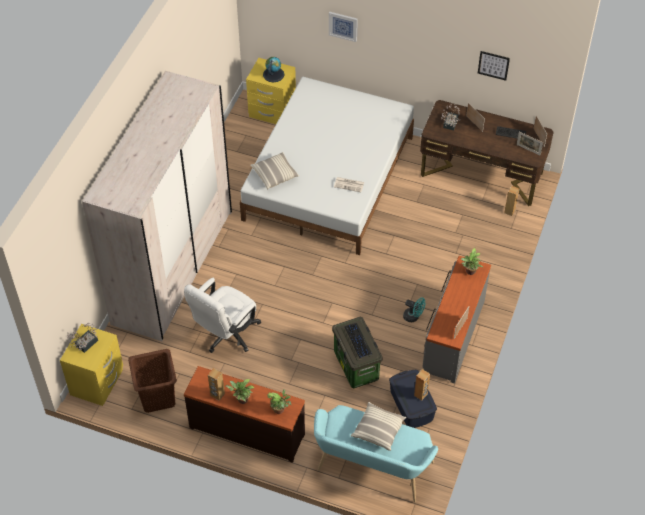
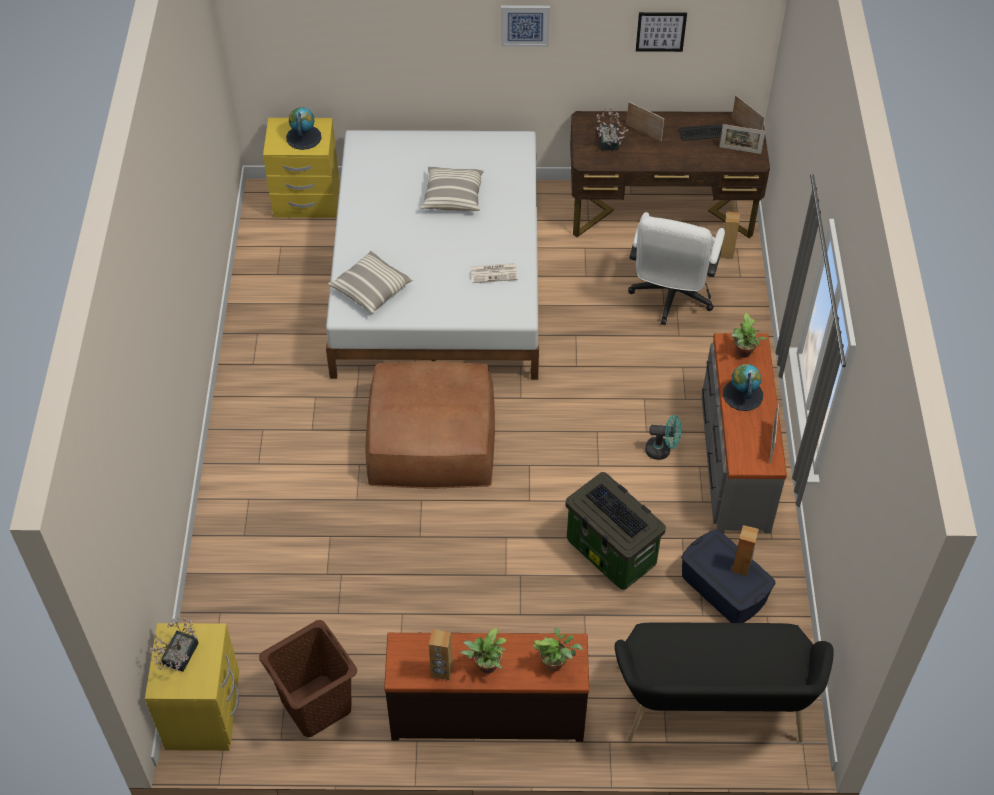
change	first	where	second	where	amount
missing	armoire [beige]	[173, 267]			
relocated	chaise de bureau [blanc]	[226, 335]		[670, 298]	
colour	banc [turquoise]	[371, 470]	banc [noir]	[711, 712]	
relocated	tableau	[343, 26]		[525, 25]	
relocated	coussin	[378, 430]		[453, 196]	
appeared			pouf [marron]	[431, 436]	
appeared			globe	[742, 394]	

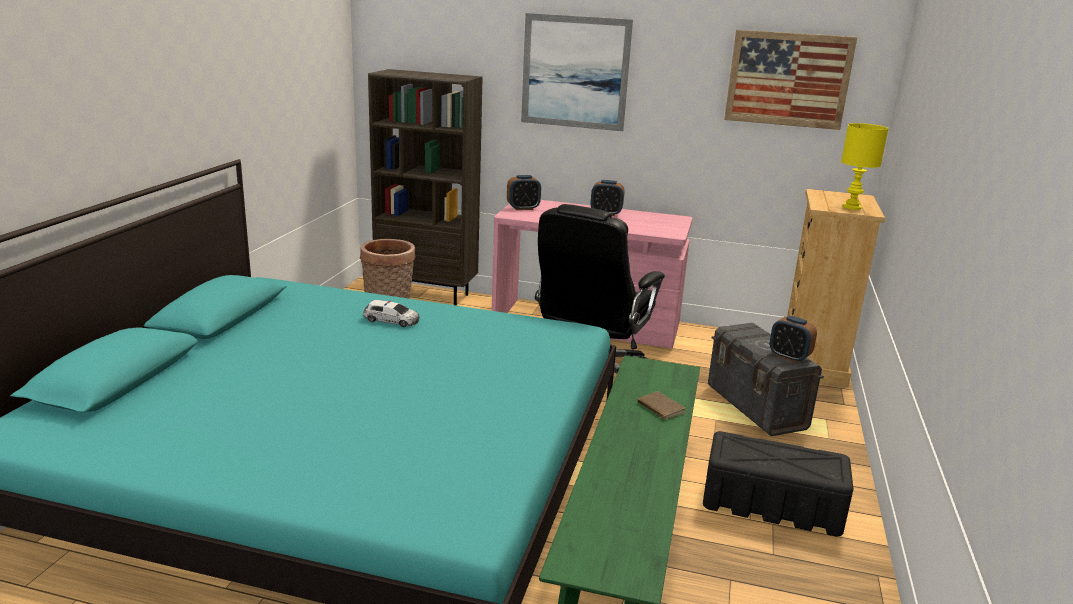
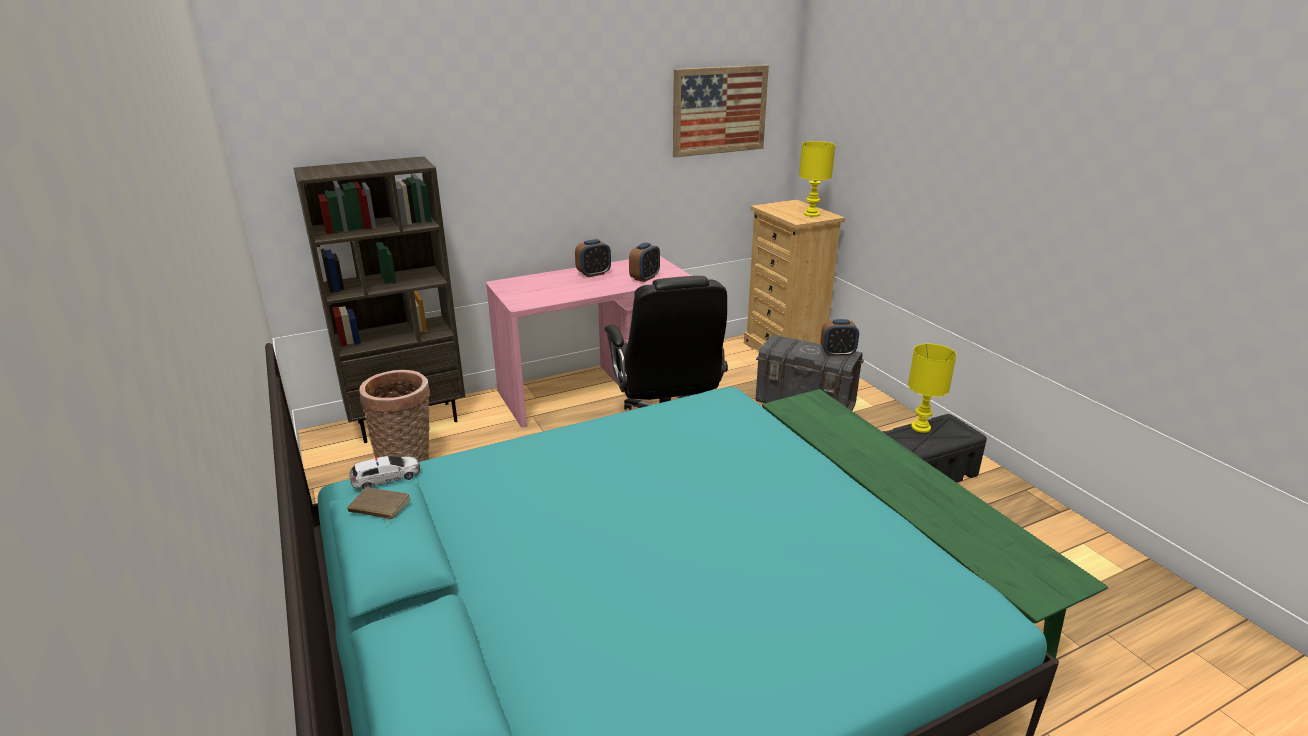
change	first	where	second	where	amount
relocated	petite voiture	[392, 320]		[386, 477]	
relocated	réveil	[523, 208]		[645, 278]	
missing	tableau	[575, 72]			
relocated	livre [marron]	[659, 408]		[378, 507]	
appeared			lampe de table [jaune]	[921, 428]	

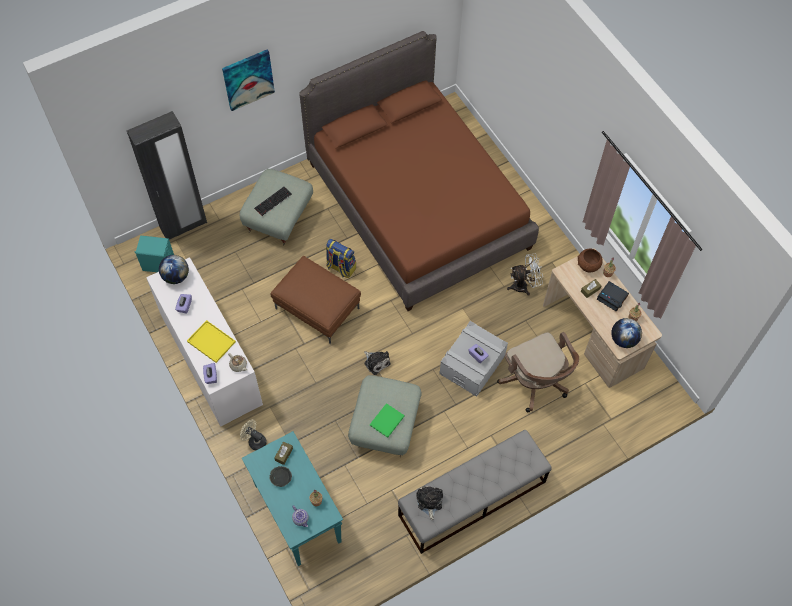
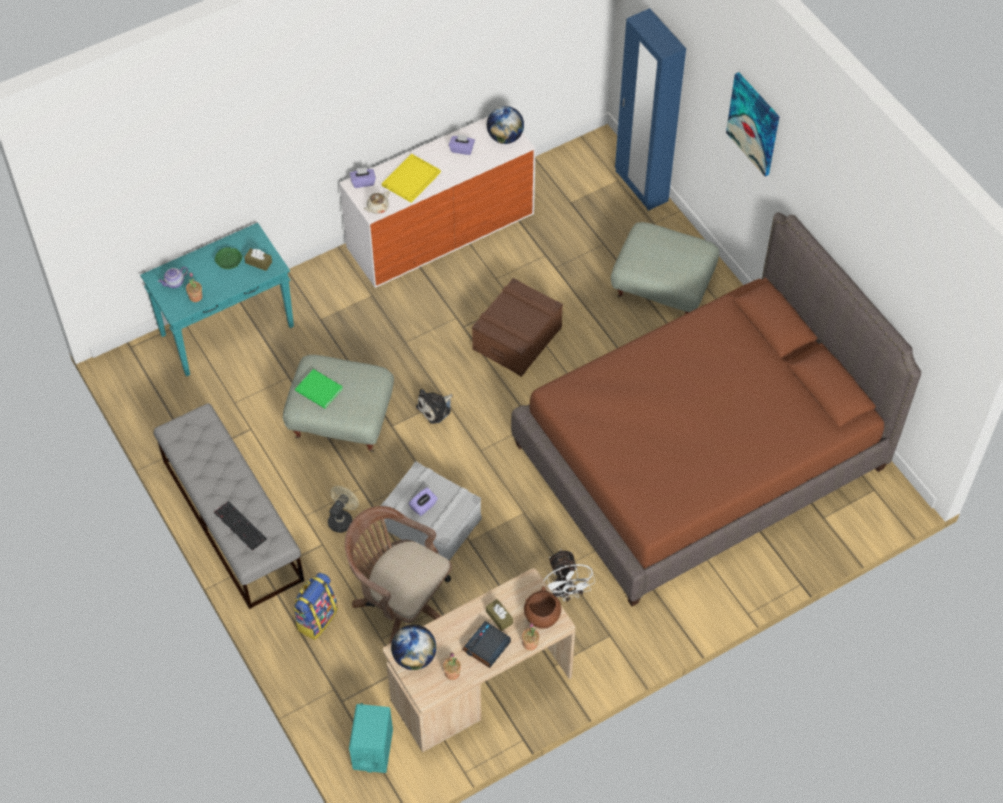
change	first	where	second	where	amount
colour	armoire [noir]	[183, 226]	armoire [bleu]	[641, 186]	
relocated	enceinte [turquoise]	[158, 264]		[373, 749]	
relocated	ventilateur [beige]	[254, 441]		[342, 519]	
relocated	clavier	[273, 202]		[239, 526]	
exchanged	pouf [marron]	[316, 309]	boîte de rangement [marron]	[517, 338]	
colour	bol [gris]	[281, 477]	bol [vert]	[229, 261]	
relocated	sac à dos	[340, 267]		[316, 618]	
missing	peluche	[429, 501]			
spun	chaise de bureau [marron]	[535, 383]		[401, 603]	60 degrees clockwise

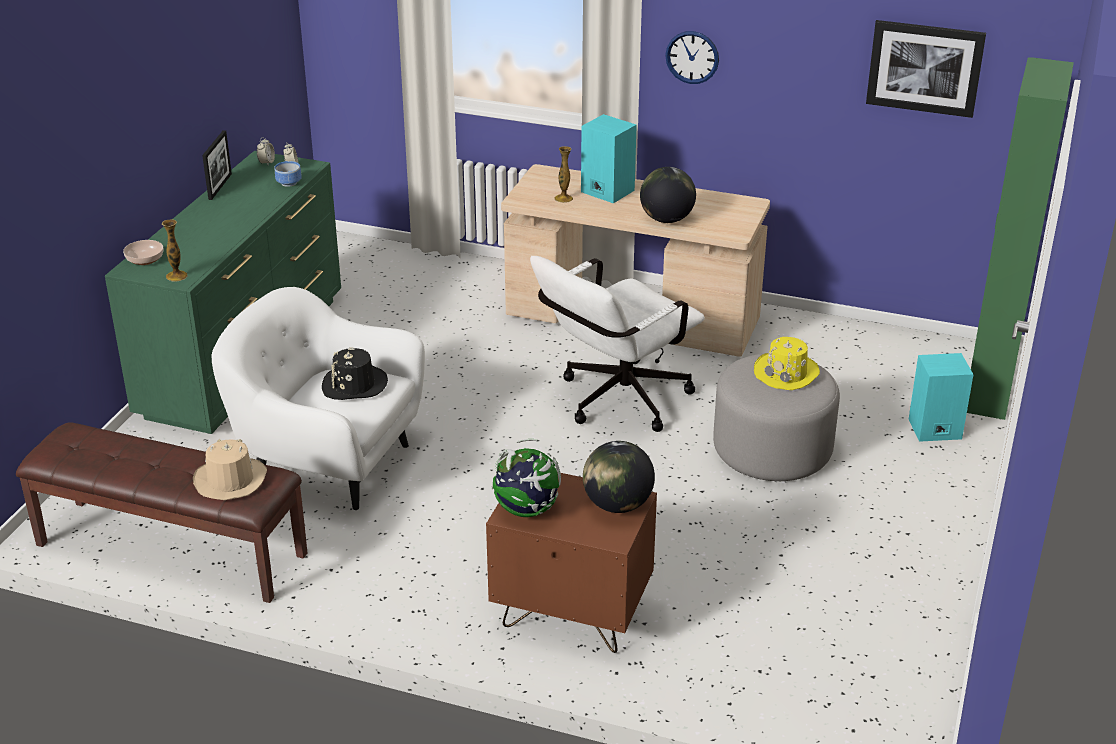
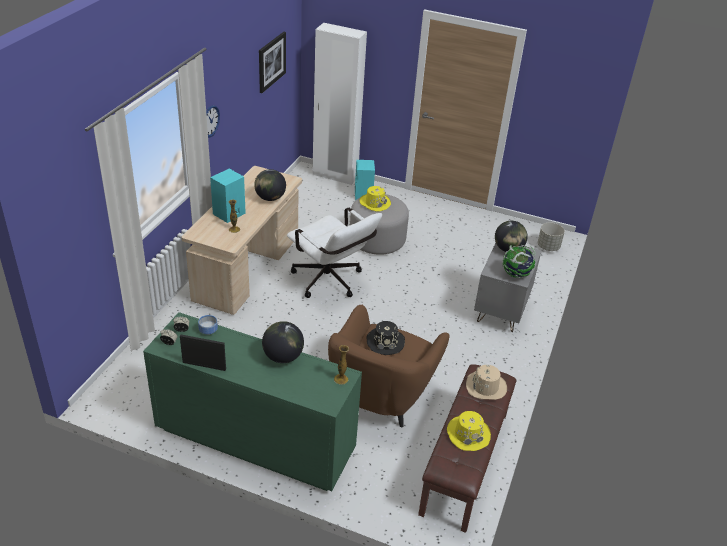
change	first	where	second	where	amount
missing	bol	[145, 260]			
colour	fauteuil [blanc]	[328, 463]	fauteuil [marron]	[381, 395]	
colour	table de chevet [marron]	[571, 615]	table de chevet [gris]	[501, 311]	
colour	armoire [vert]	[988, 390]	armoire [blanc]	[335, 176]	
appeared			globe	[283, 357]	
appeared			chapeau [jaune]	[468, 434]	
appeared			cache-pot [gris]	[548, 247]	

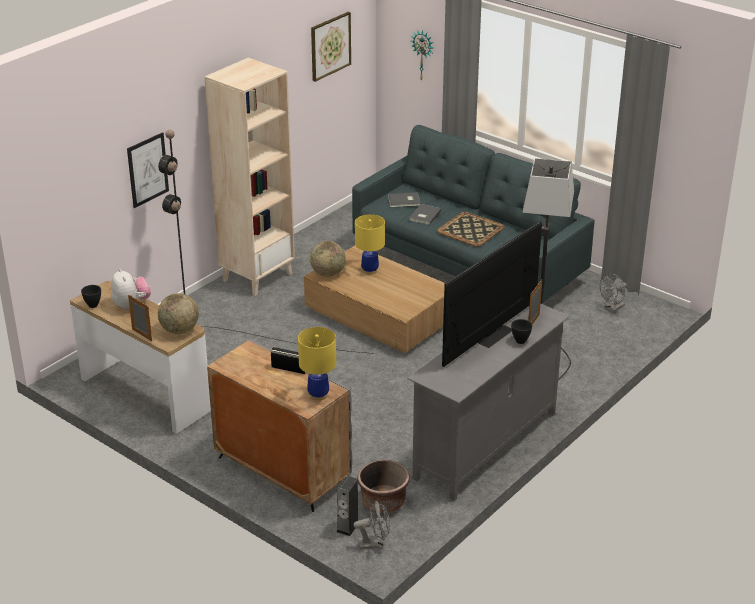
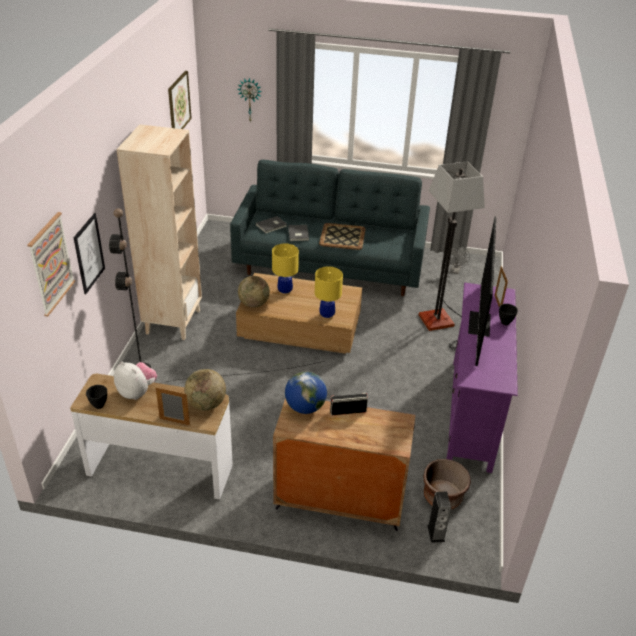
change	first	where	second	where	amount
relocated	lampe de table [jaune]	[318, 395]		[326, 316]	
missing	ventilateur [gris]	[374, 544]			
colour	meuble télé [gris]	[486, 446]	meuble télé [violet]	[471, 414]	
appeared			tableau	[51, 264]	
appeared			globe	[305, 407]	

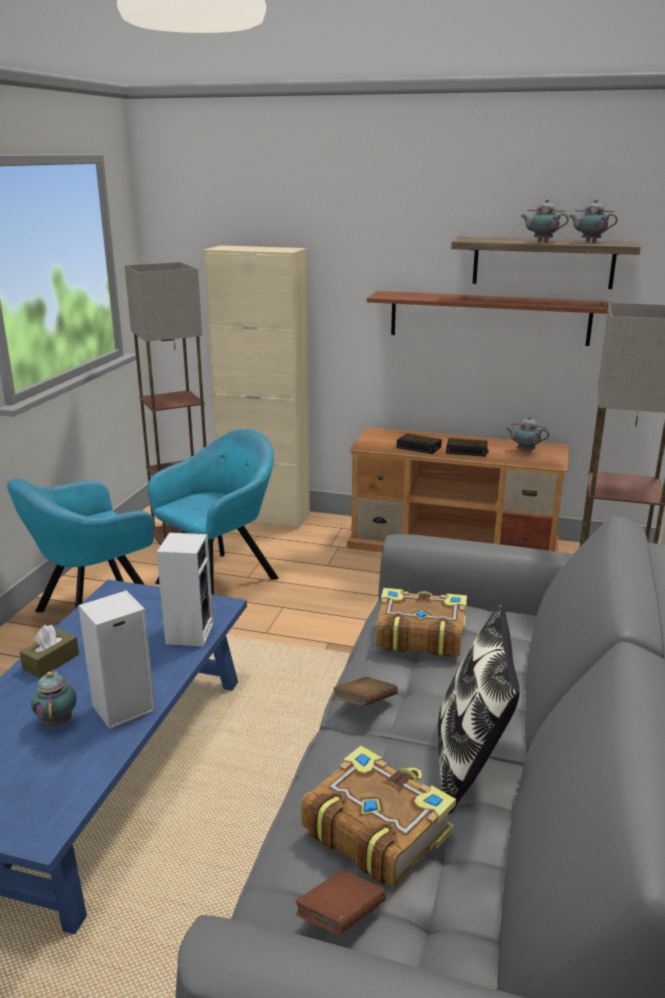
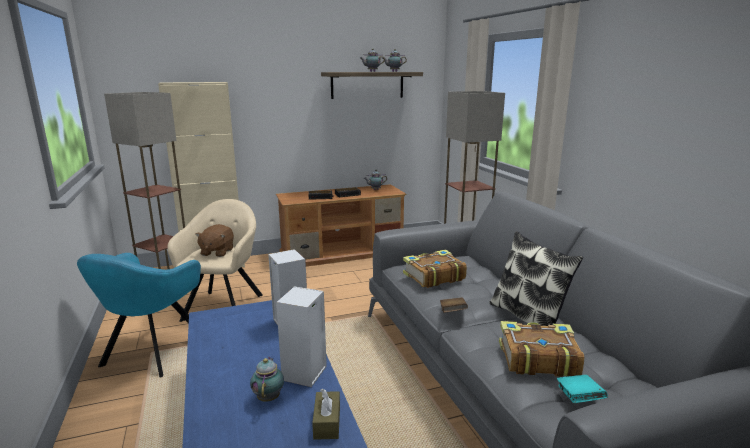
change	first	where	second	where	amount
relocated	boîte à mouchoirs [marron]	[51, 662]		[327, 422]	
spun	théière	[58, 721]		[269, 397]	45 degrees clockwise
colour	fauteuil [turquoise]	[221, 578]	fauteuil [beige]	[225, 305]	
colour	livre [marron]	[340, 917]	livre [turquoise]	[578, 398]	
missing	étagère [marron]	[489, 318]			
appeared			peluche [marron]	[217, 252]	

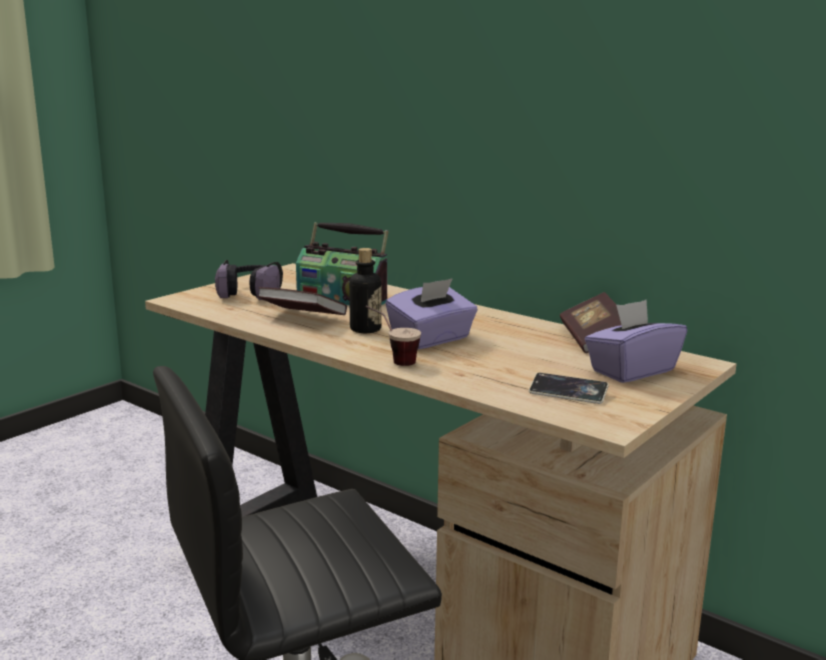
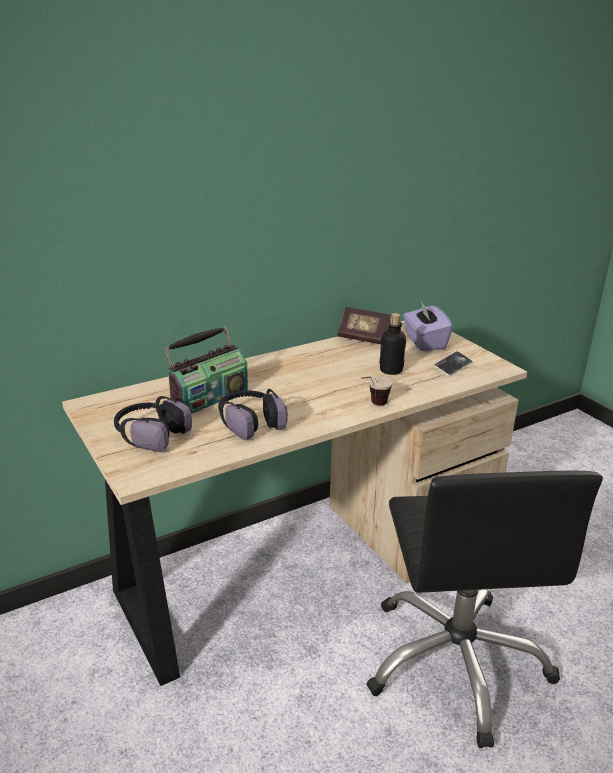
change	first	where	second	where	amount
exchanged	livre	[302, 318]	casque audio	[250, 422]	
relocated	bouteille	[365, 329]		[391, 370]	
missing	boîte à mouchoirs [violet]	[432, 339]			

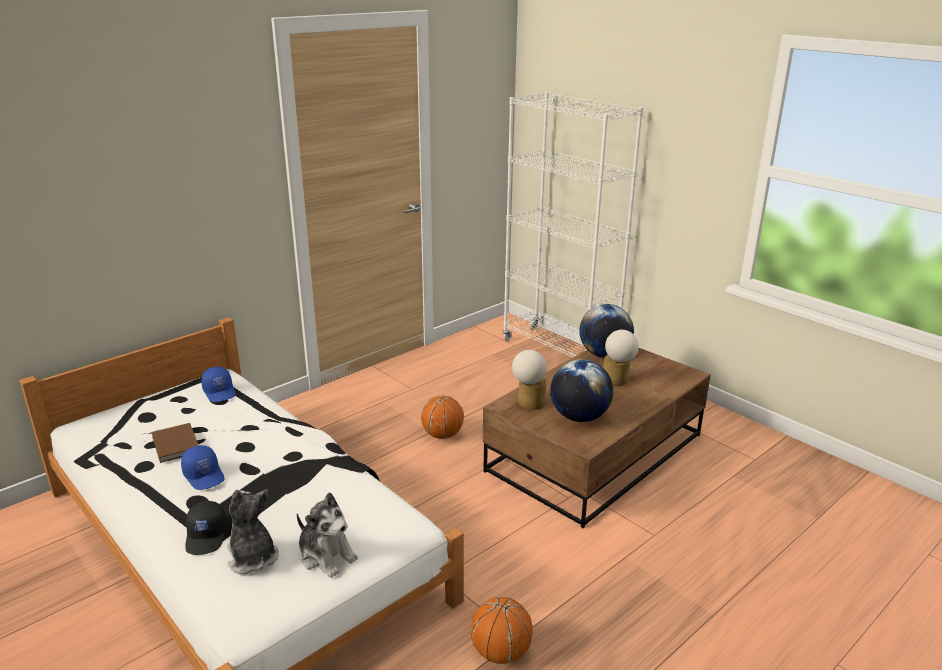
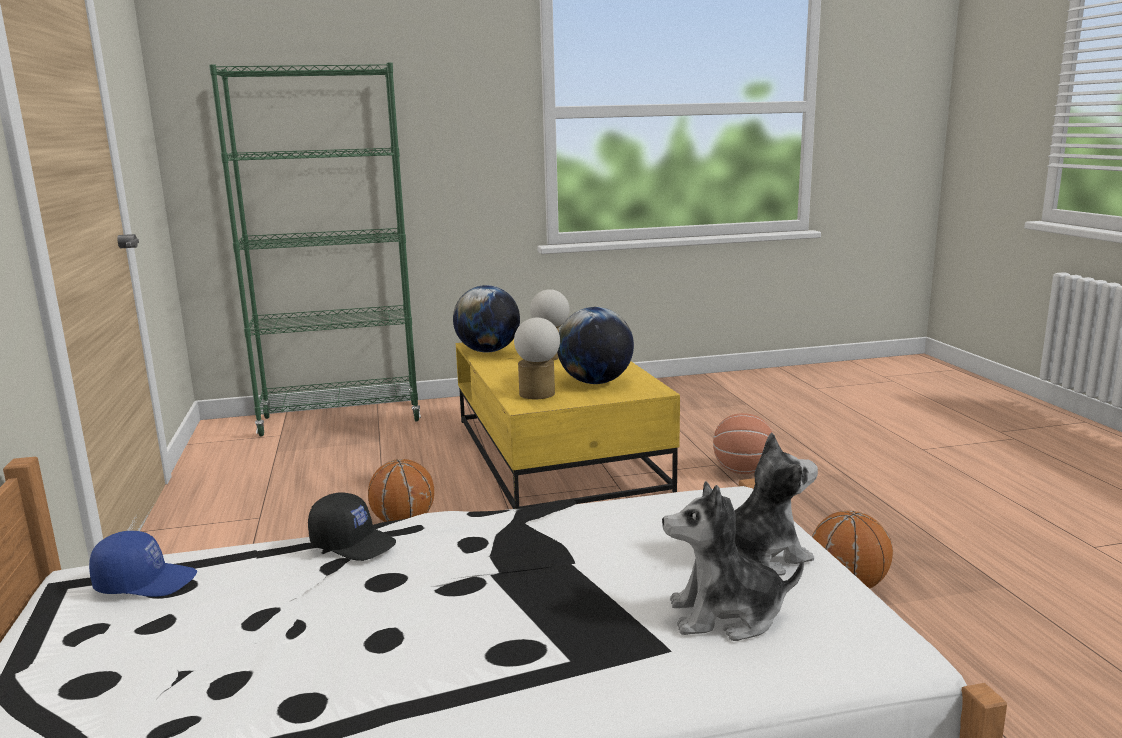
change	first	where	second	where	amount
missing	livre [marron]	[175, 445]			
missing	casquette [bleu]	[204, 475]			
relocated	casquette [noir]	[207, 536]		[354, 543]	
colour	table basse [marron]	[595, 452]	table basse [jaune]	[555, 452]	
colour	bibliothèque [blanc]	[559, 352]	bibliothèque [vert]	[341, 419]	
appeared			ballon de basket	[742, 471]	

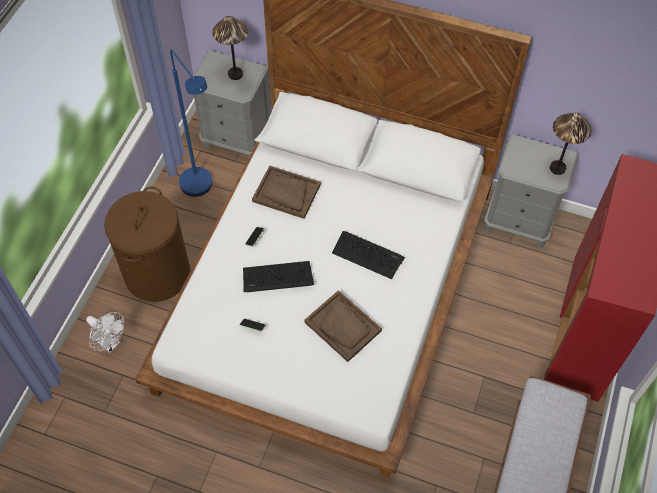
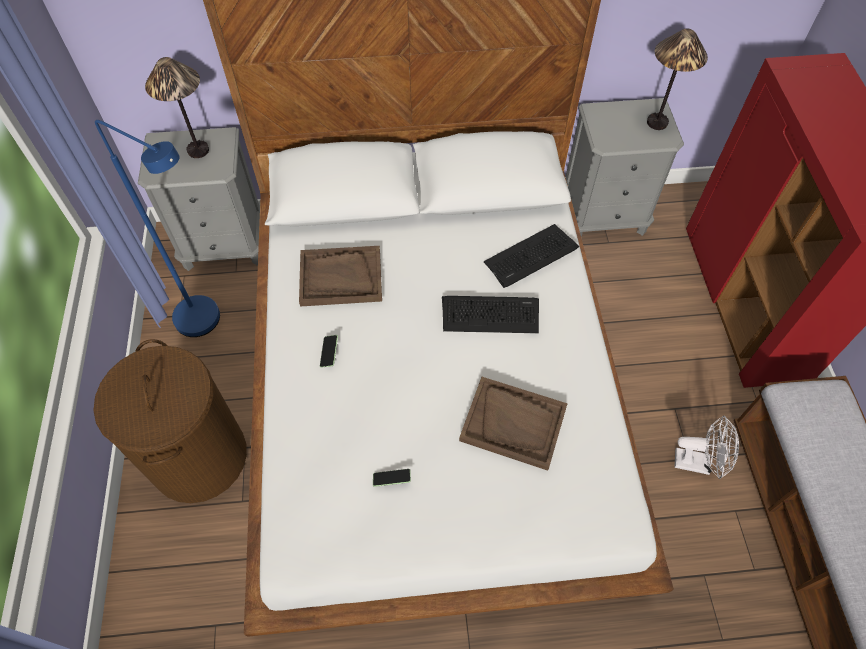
change	first	where	second	where	amount
relocated	ventilateur [blanc]	[110, 343]		[698, 463]	
relocated	clavier	[277, 277]		[531, 256]	

